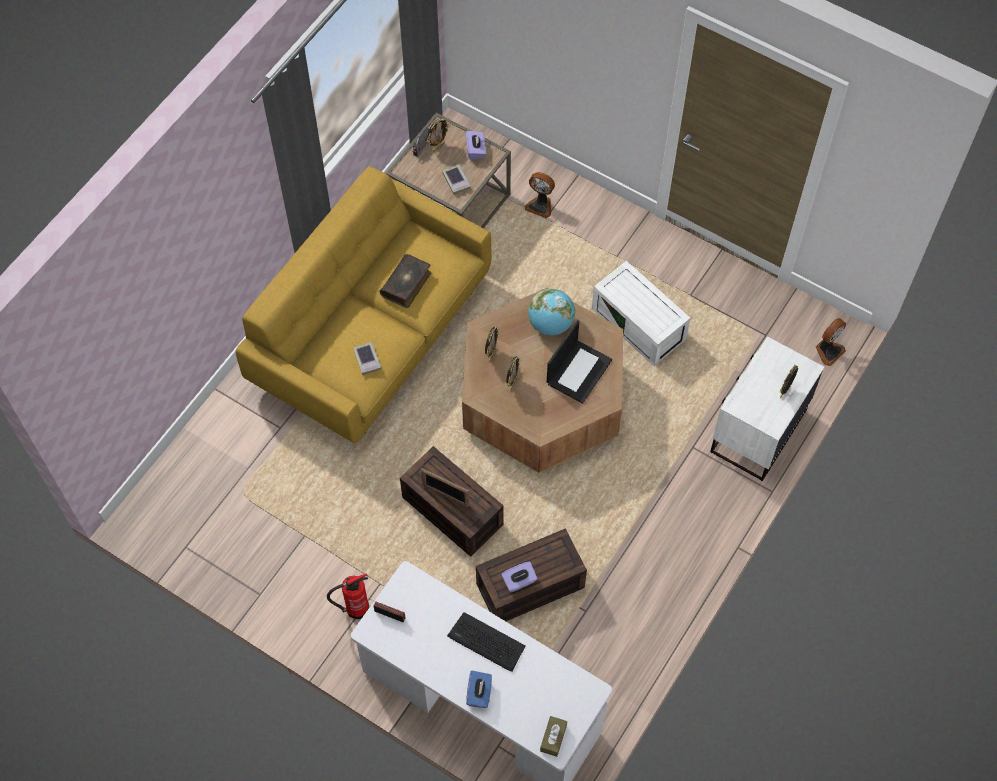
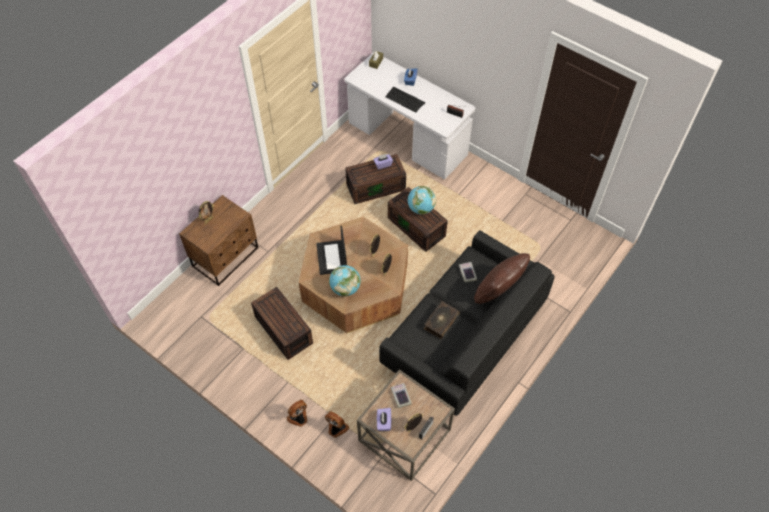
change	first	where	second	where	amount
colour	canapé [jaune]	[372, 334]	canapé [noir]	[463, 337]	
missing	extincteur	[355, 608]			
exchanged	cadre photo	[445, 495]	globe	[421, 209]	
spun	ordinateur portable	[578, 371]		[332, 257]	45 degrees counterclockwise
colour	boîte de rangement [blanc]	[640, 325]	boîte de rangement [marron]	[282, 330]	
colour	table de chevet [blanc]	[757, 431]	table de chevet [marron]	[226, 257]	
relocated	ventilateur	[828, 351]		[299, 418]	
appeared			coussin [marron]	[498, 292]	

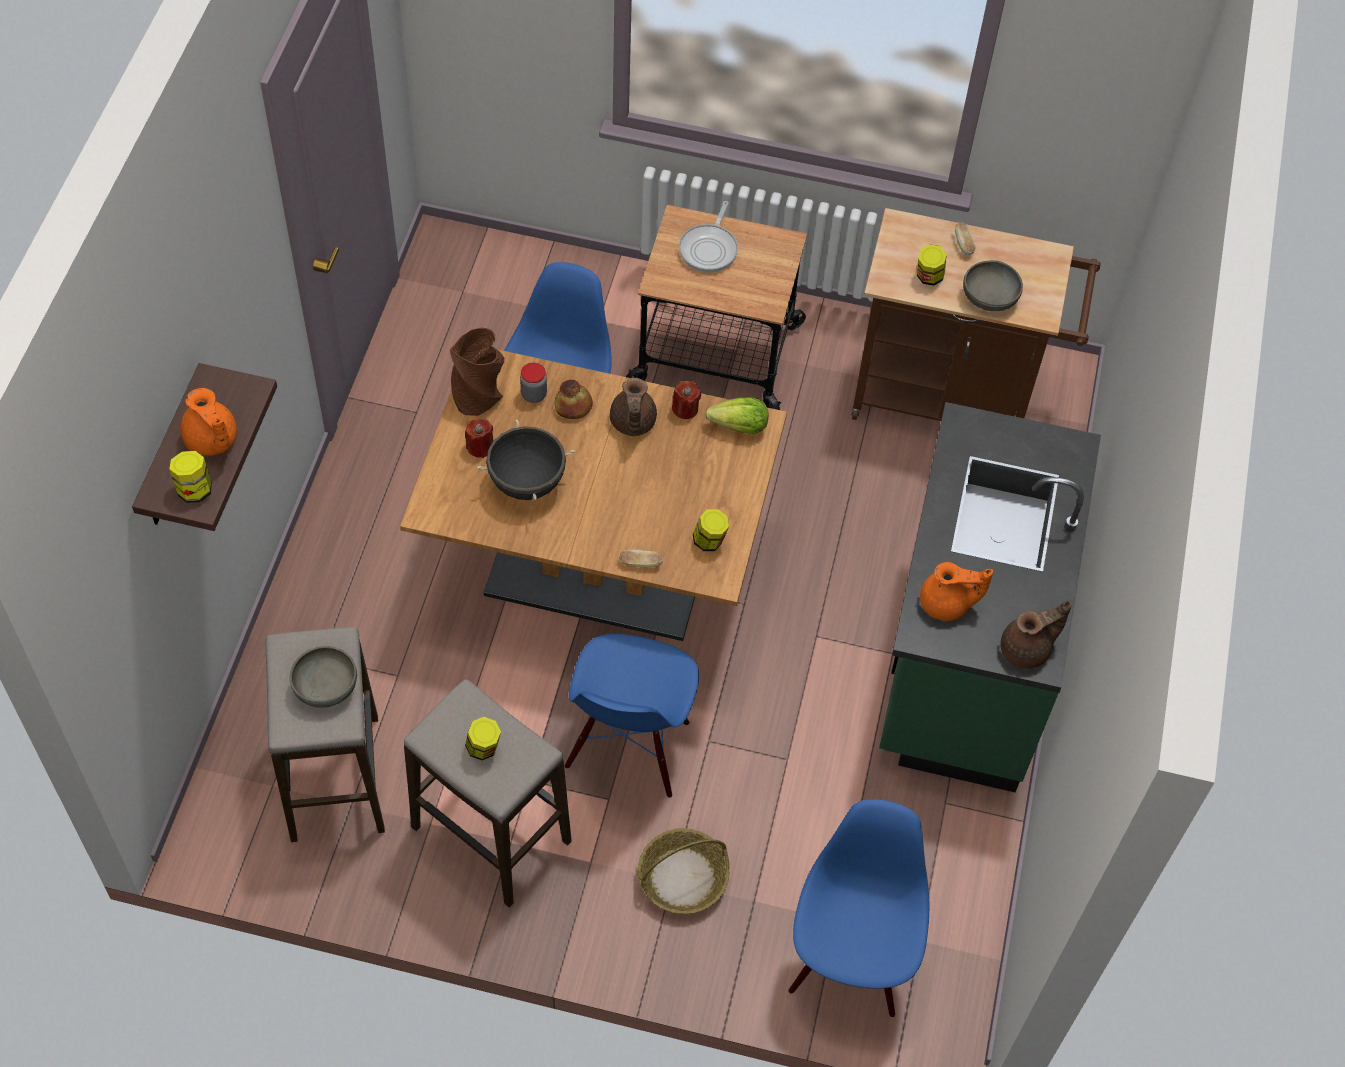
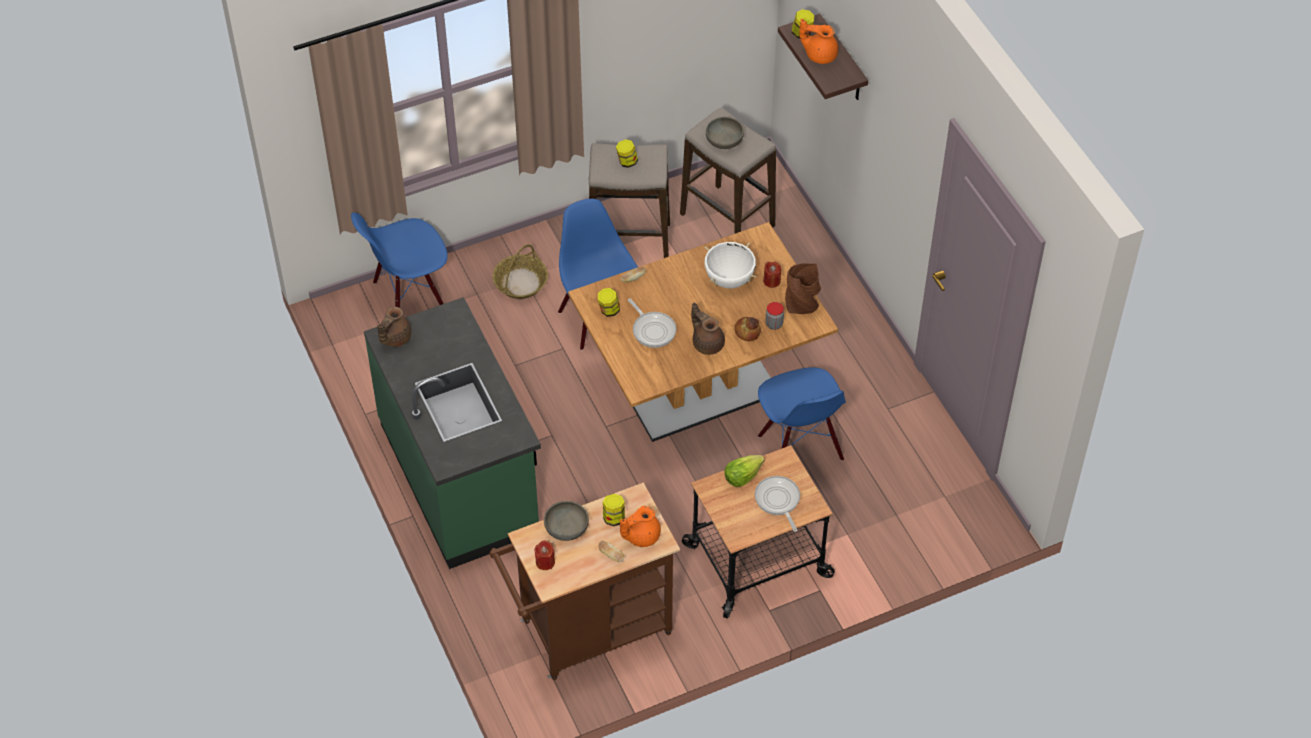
change	first	where	second	where	amount
colour	marmite [noir]	[527, 483]	marmite [blanc]	[729, 279]	
relocated	bougie [rouge]	[685, 409]		[545, 562]	
relocated	laitue	[739, 427]		[742, 476]	
spun	chaise [bleu]	[849, 961]		[409, 298]	90 degrees clockwise
relocated	théière [orange]	[947, 604]		[641, 536]	
appeared			poêle	[652, 330]	

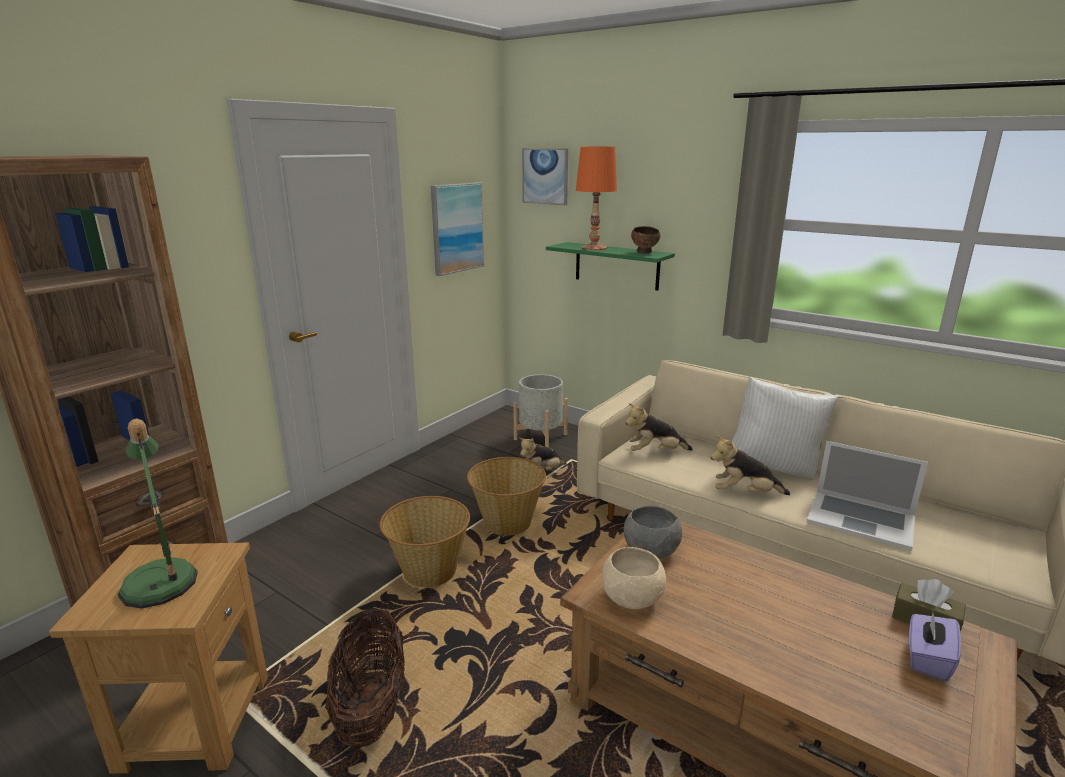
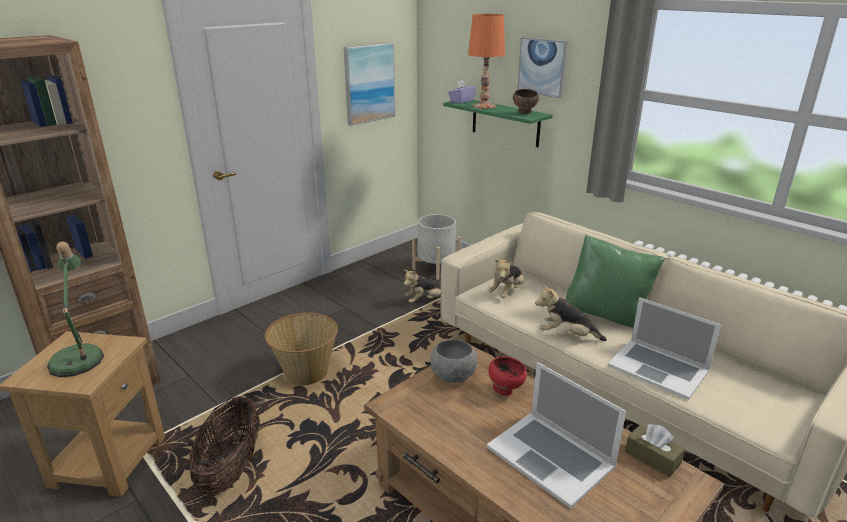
change	first	where	second	where	amount
missing	panier	[507, 522]			
relocated	tableau	[545, 176]		[542, 67]	
missing	bol [beige]	[632, 598]			
spun	peluche	[655, 452]		[507, 293]	60 degrees counterclockwise
colour	coussin [blanc]	[775, 467]	coussin [vert]	[607, 315]	
relocated	boîte à mouchoirs [violet]	[927, 659]		[461, 101]	
appeared			ordinateur portable	[550, 456]	
appeared			bol [rouge]	[505, 390]	

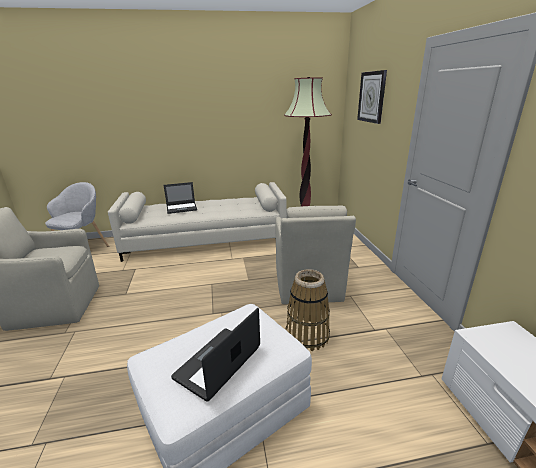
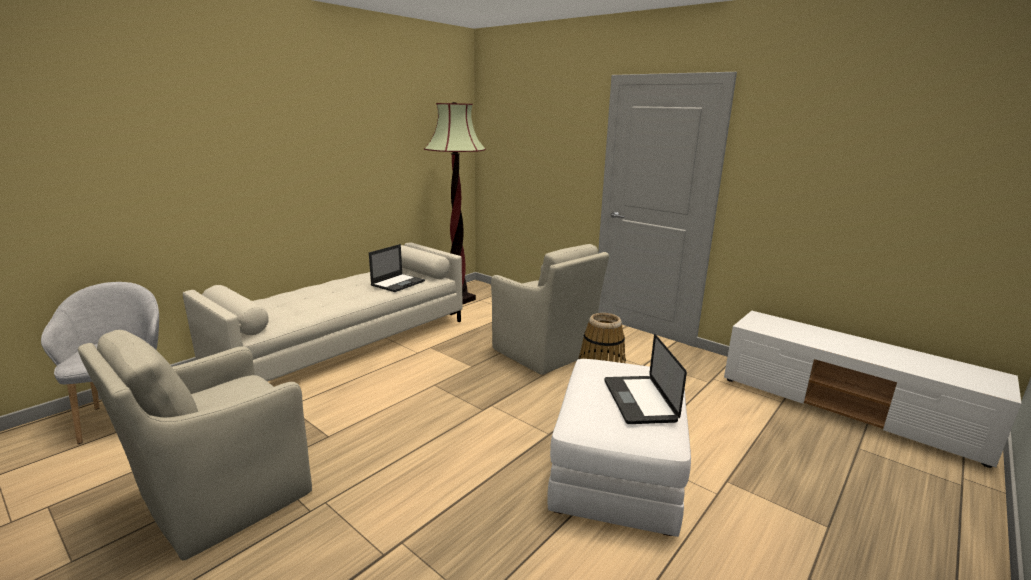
change	first	where	second	where	amount
relocated	ordinateur portable	[182, 208]		[398, 283]	
missing	horloge murale	[372, 97]			

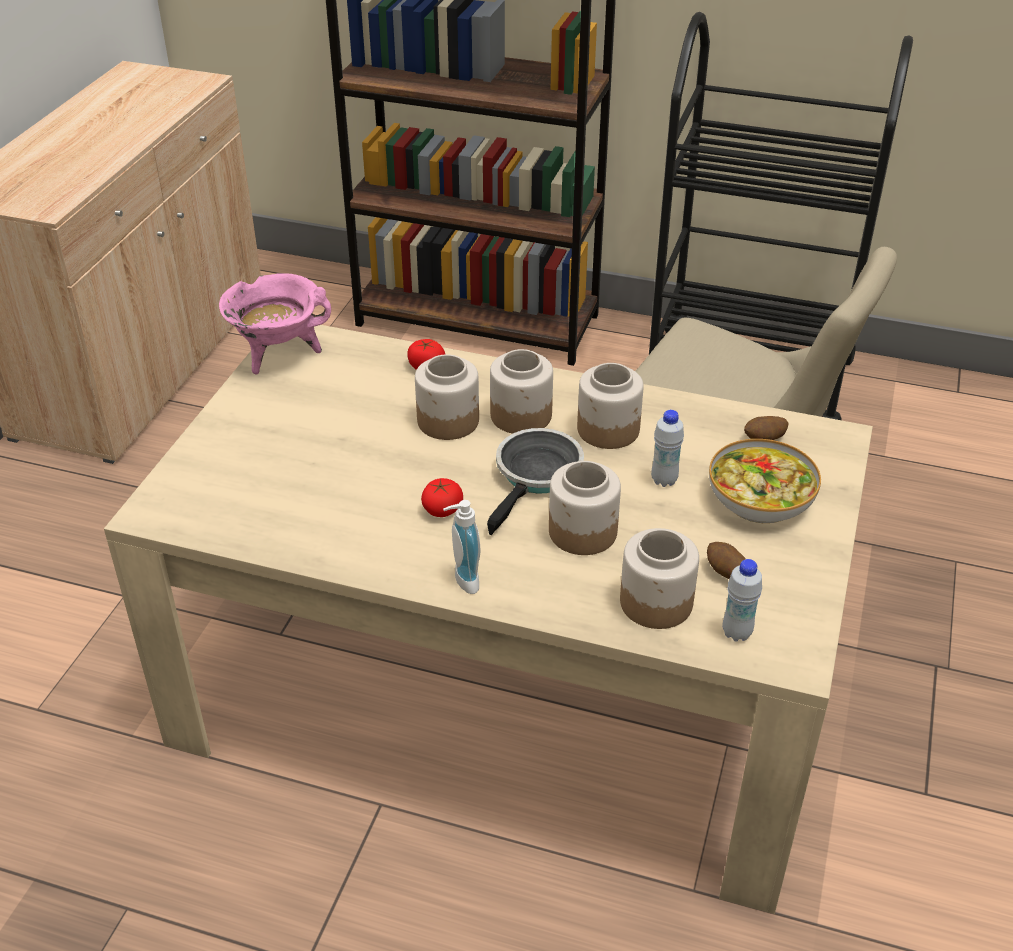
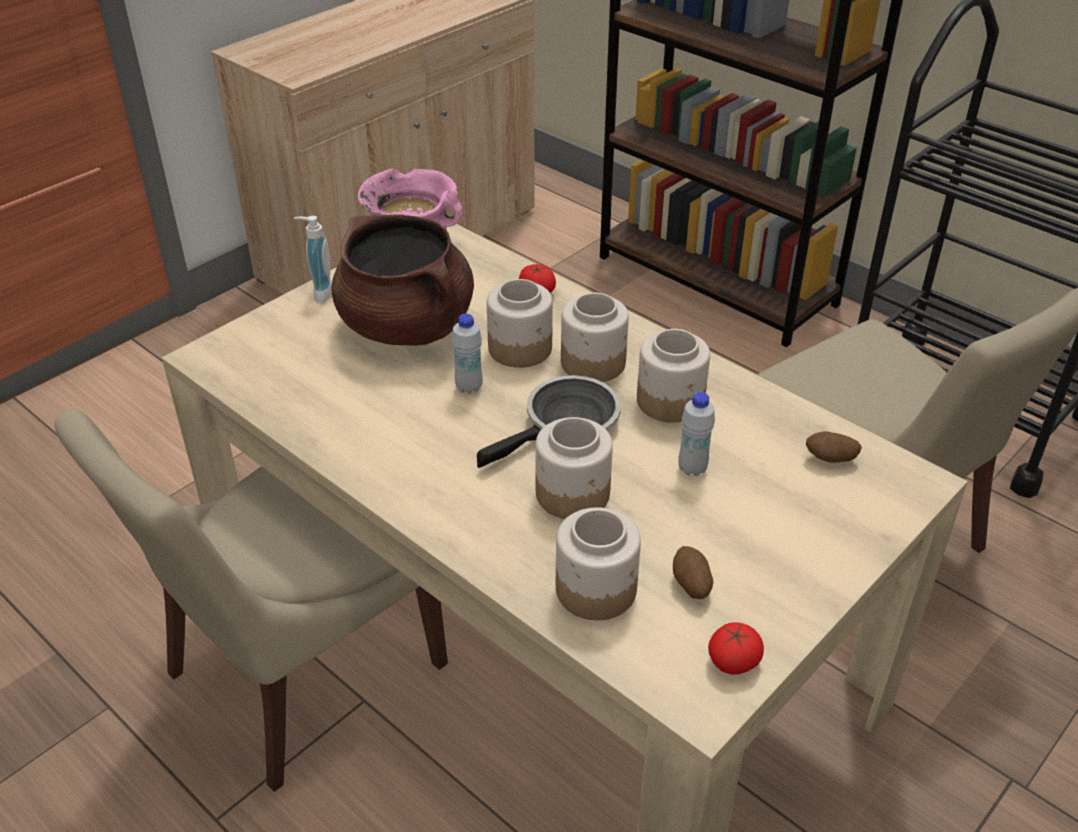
change	first	where	second	where	amount
relocated	tomate	[442, 509]		[733, 661]	
relocated	distributeur de savon	[462, 581]		[319, 293]	
missing	bol	[761, 499]			
relocated	bouteille [blanc]	[736, 633]		[469, 387]	
appeared			chaise [beige]	[299, 675]	
appeared			marmite [marron]	[407, 326]	

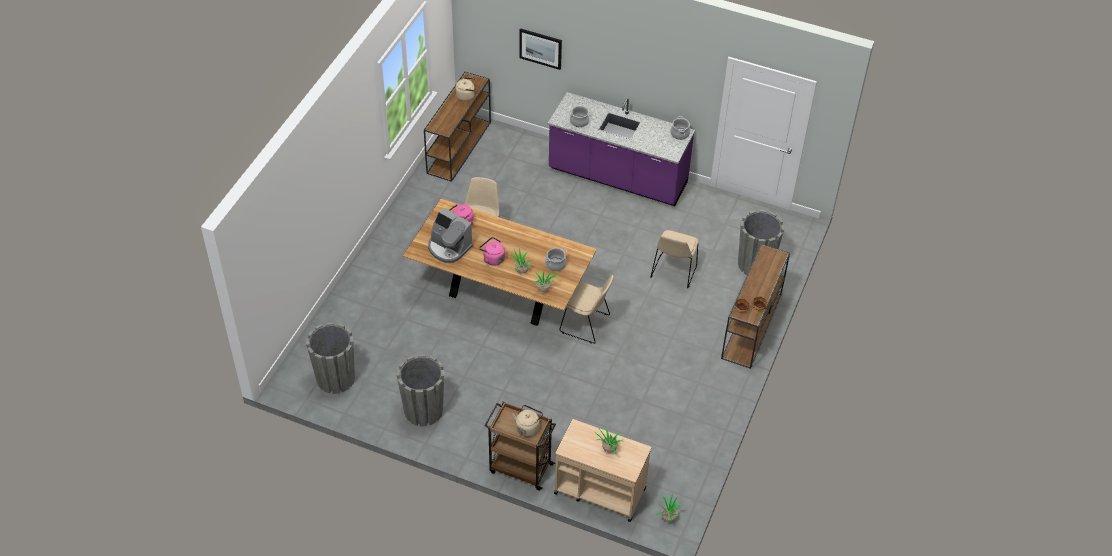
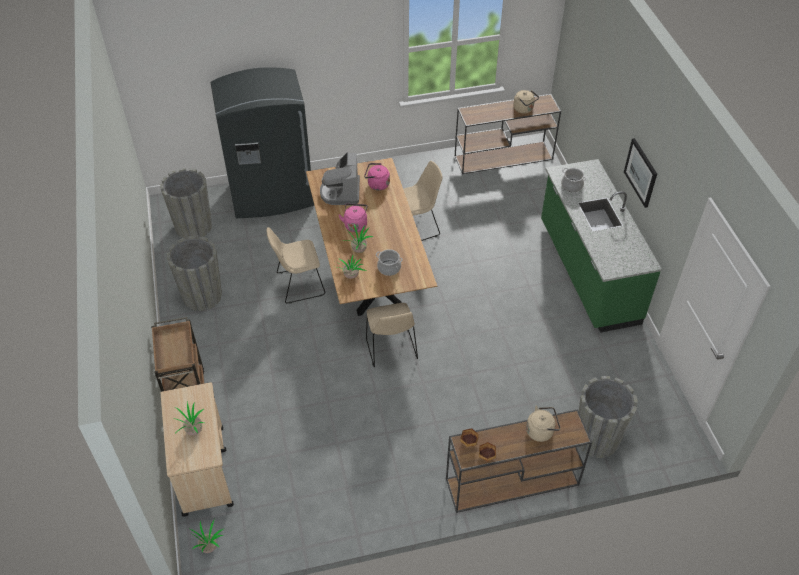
change	first	where	second	where	amount
relocated	bouilloire [beige]	[528, 427]		[541, 431]	
relocated	tableau	[540, 48]		[641, 172]	
colour	comptoir de cuisine [violet]	[617, 177]	comptoir de cuisine [vert]	[587, 272]	
relocated	chaise [beige]	[673, 272]		[298, 284]	
missing	marmite	[680, 134]			
appeared			réfrigérateur [gris]	[272, 196]	

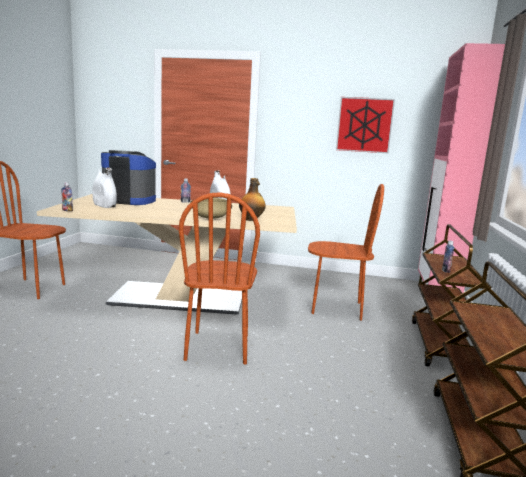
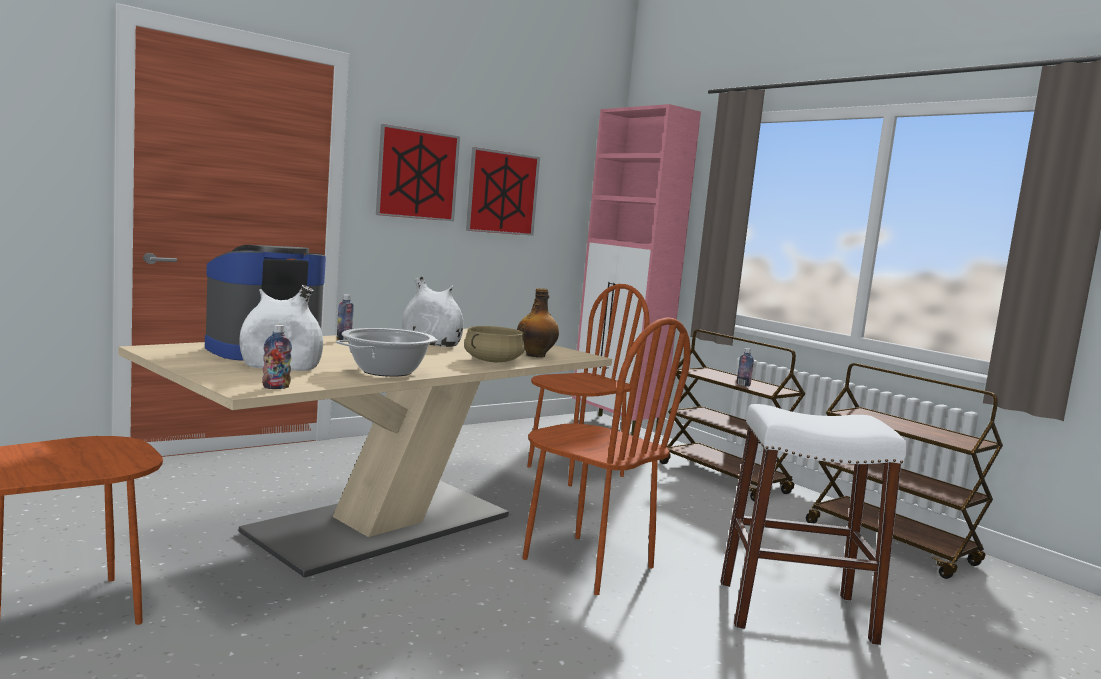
change	first	where	second	where	amount
appeared			marmite	[387, 371]	
appeared			tableau	[417, 174]	
appeared			tabouret [blanc]	[795, 612]	

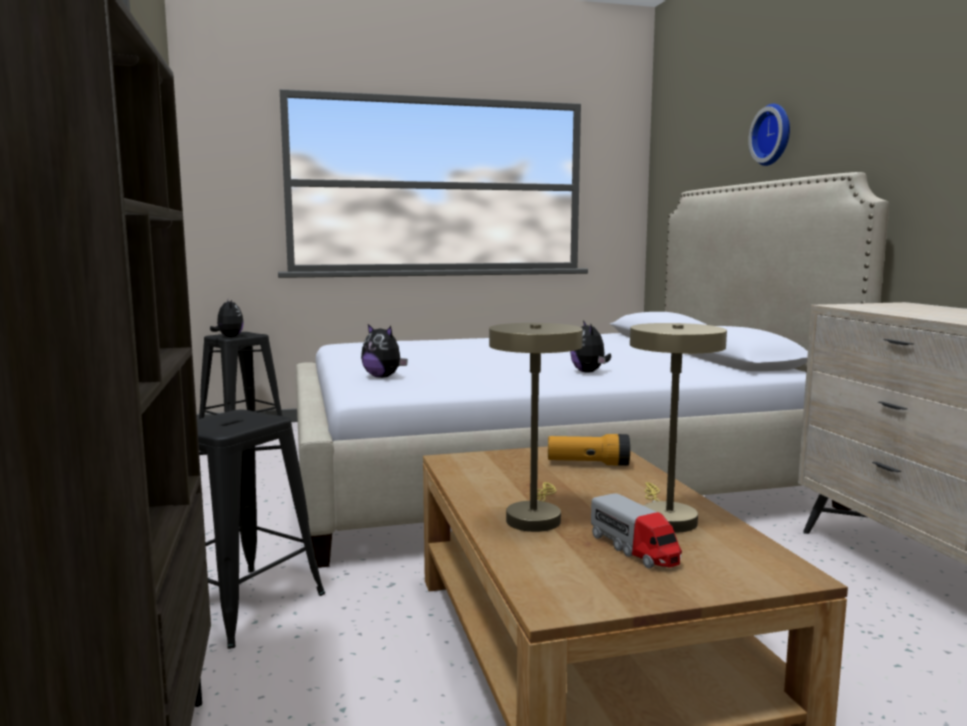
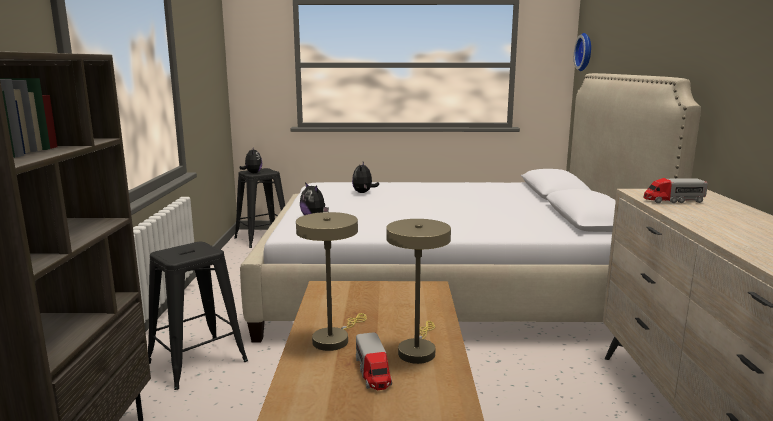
change	first	where	second	where	amount
missing	lampe de poche	[588, 464]			
relocated	peluche	[589, 372]		[363, 192]	
relocated	horloge murale	[774, 135]		[585, 52]	
appeared			camion jouet	[673, 201]	

